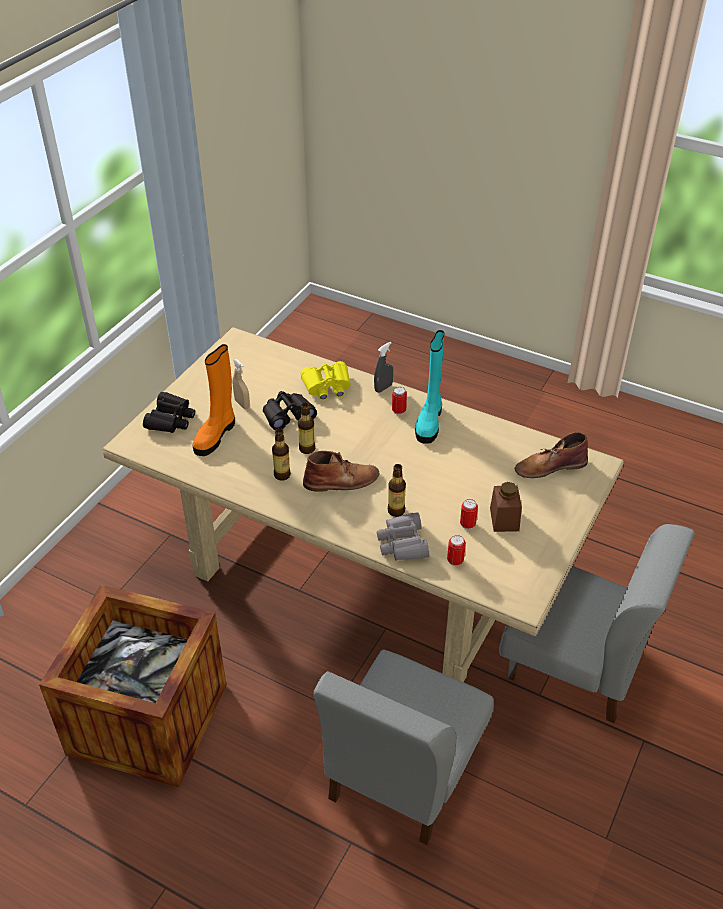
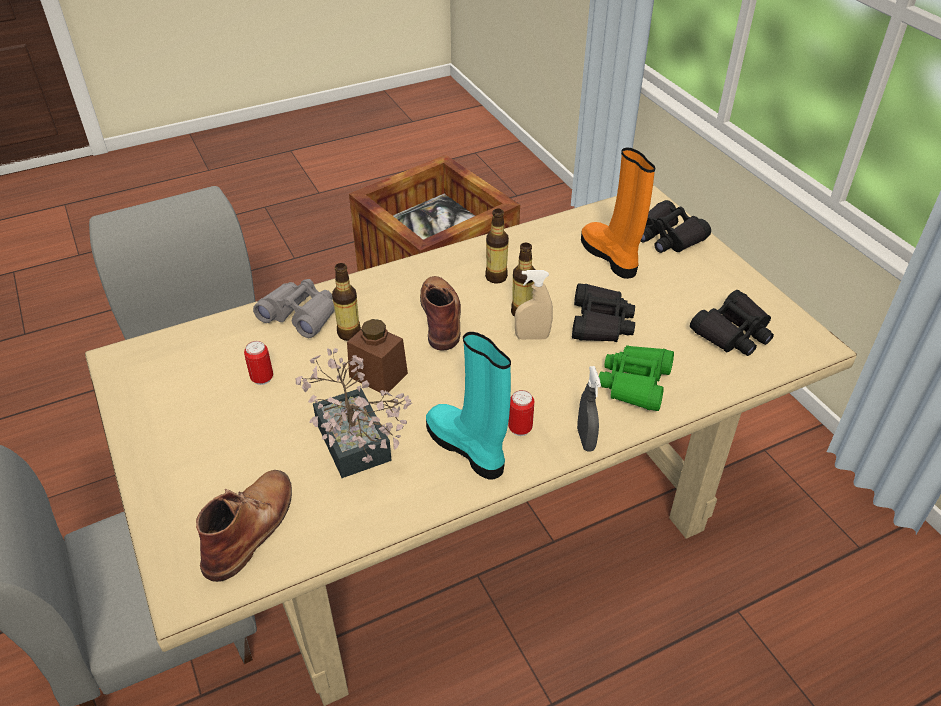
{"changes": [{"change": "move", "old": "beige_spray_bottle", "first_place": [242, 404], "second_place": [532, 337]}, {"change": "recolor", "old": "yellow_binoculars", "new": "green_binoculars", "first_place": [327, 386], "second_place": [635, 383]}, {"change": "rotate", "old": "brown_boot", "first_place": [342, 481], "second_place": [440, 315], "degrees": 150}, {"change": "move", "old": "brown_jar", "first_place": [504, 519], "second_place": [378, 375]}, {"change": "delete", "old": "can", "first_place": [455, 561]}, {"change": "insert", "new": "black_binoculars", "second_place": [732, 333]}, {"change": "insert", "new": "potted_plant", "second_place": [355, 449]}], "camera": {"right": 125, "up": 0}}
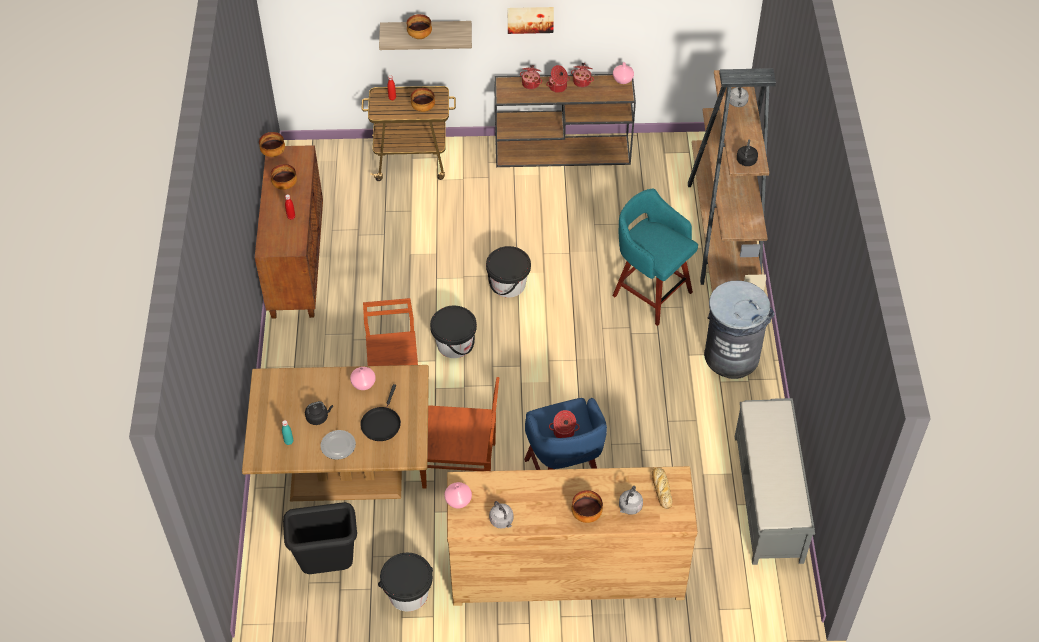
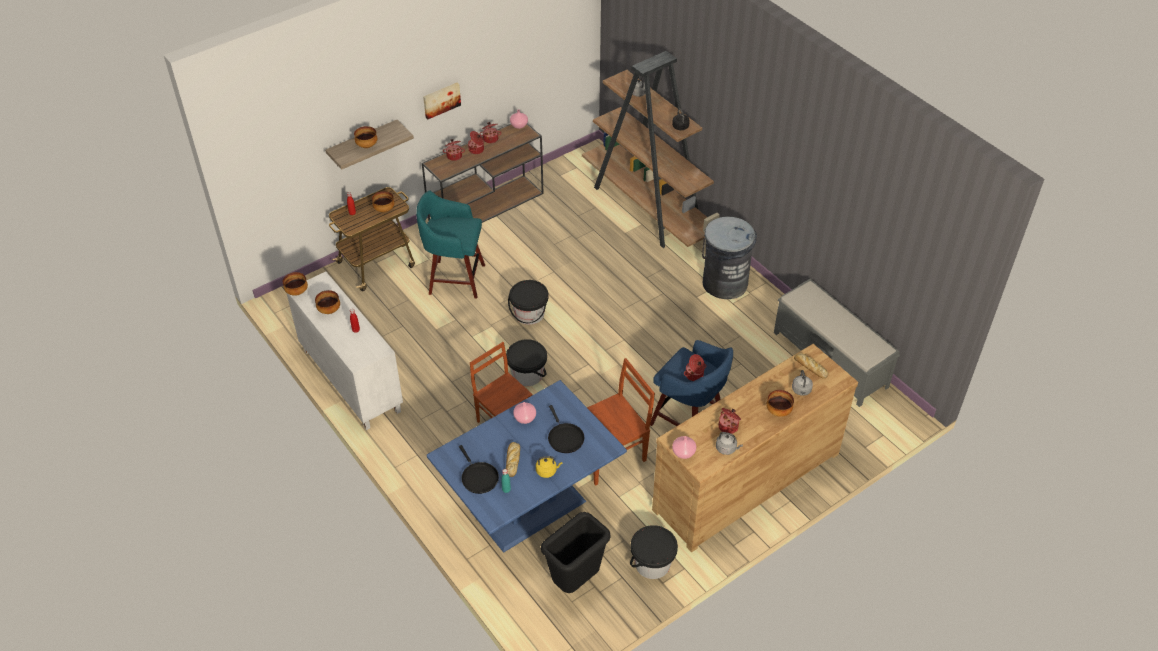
{"changes": [{"change": "recolor", "old": "brown_cabinet", "new": "white_cabinet", "first_place": [296, 263], "second_place": [350, 380]}, {"change": "move", "old": "turquoise_stool", "first_place": [650, 292], "second_place": [454, 279]}, {"change": "recolor", "old": "brown_dining_table", "new": "blue_dining_table", "first_place": [347, 473], "second_place": [529, 507]}, {"change": "replace", "old": "black_kettle", "new": "bread", "first_place": [318, 417], "second_place": [513, 460]}, {"change": "replace", "old": "plate", "new": "yellow_kettle", "first_place": [338, 445], "second_place": [547, 471]}, {"change": "insert", "new": "cooking_pot", "second_place": [728, 426]}, {"change": "insert", "new": "black_frying_pan", "second_place": [478, 477]}], "camera": {"right": -35, "up": -5}}
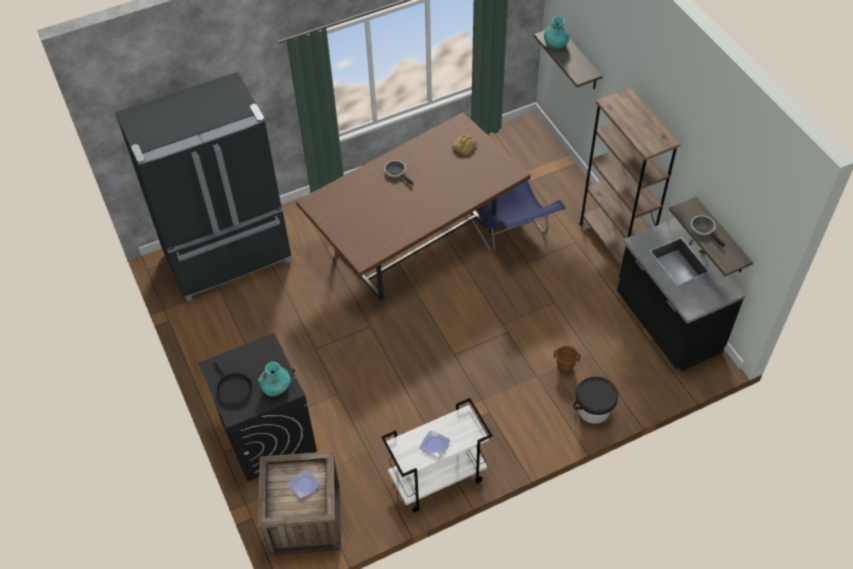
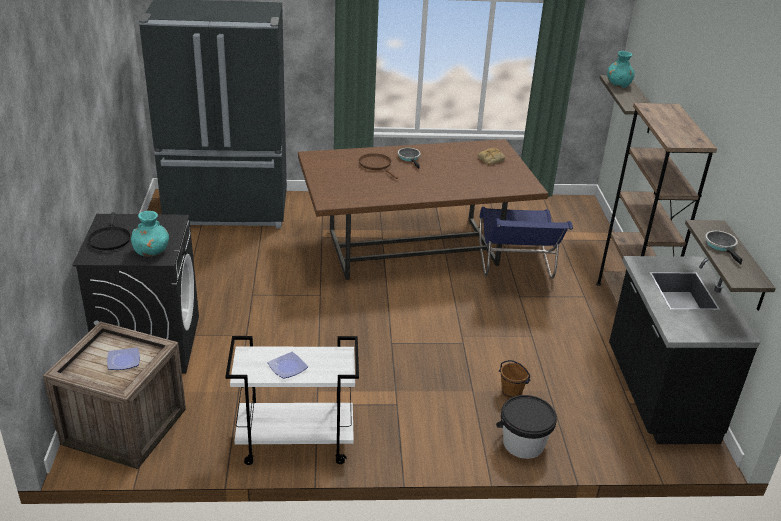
{"changes": [{"change": "insert", "new": "brown_frying_pan", "second_place": [376, 165]}], "camera": {"right": 20, "up": -20}}
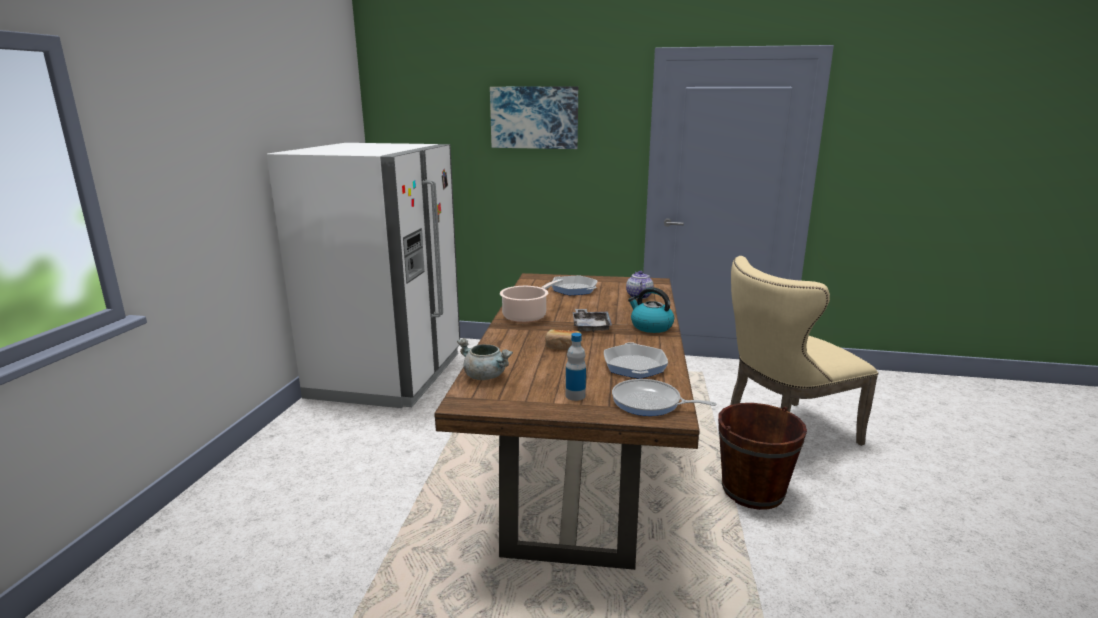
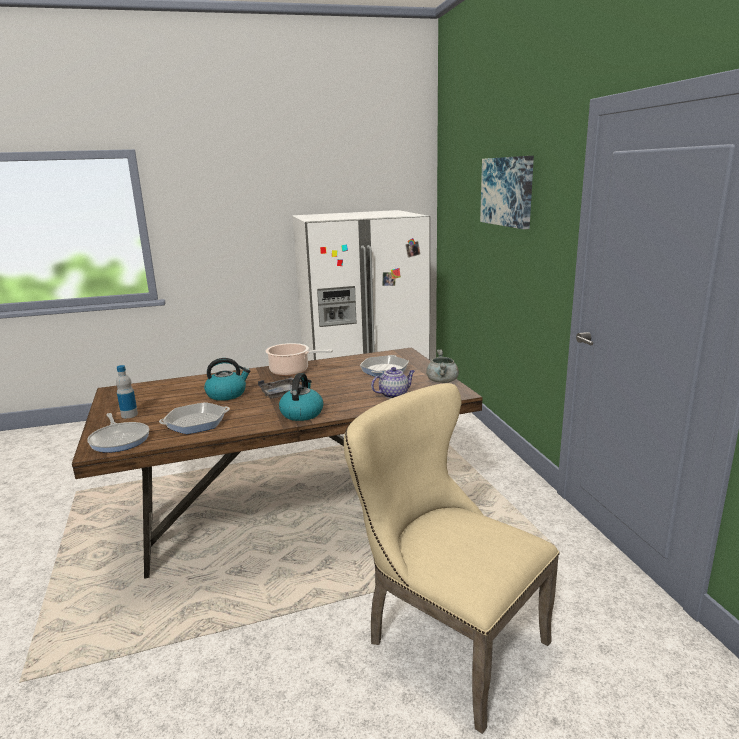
{"changes": [{"change": "replace", "old": "bread", "new": "kettle", "first_place": [563, 347], "second_place": [227, 394]}, {"change": "move", "old": "grey_cooking_pot", "first_place": [486, 376], "second_place": [442, 381]}, {"change": "rotate", "old": "frying_pan", "first_place": [650, 403], "second_place": [120, 439], "degrees": 150}, {"change": "delete", "old": "brown_bucket", "first_place": [753, 491]}], "camera": {"right": 65, "up": 0}}
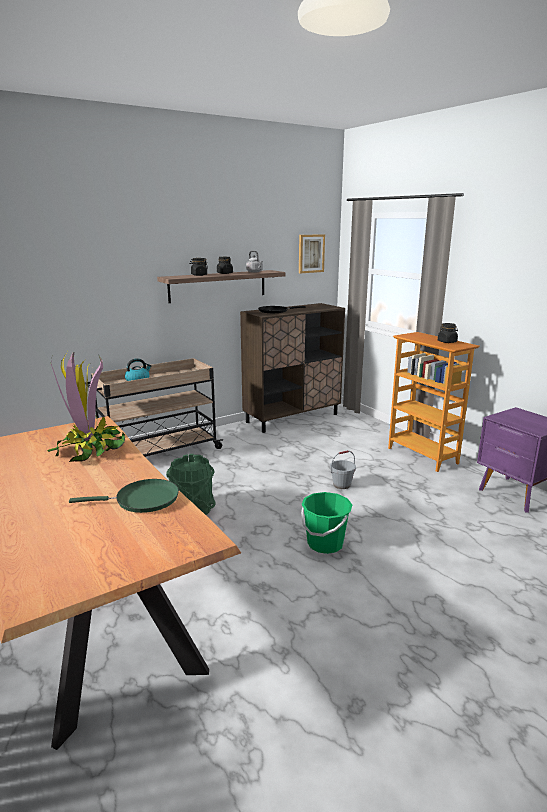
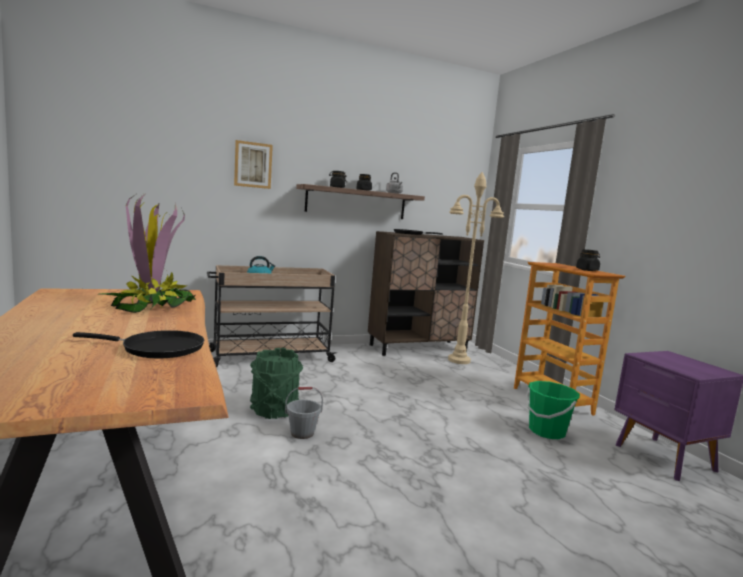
{"changes": [{"change": "move", "old": "picture", "first_place": [311, 253], "second_place": [253, 165]}, {"change": "move", "old": "grey_bucket", "first_place": [342, 485], "second_place": [302, 433]}, {"change": "recolor", "old": "green_frying_pan", "new": "black_frying_pan", "first_place": [142, 500], "second_place": [158, 348]}, {"change": "move", "old": "green_bucket", "first_place": [325, 544], "second_place": [546, 431]}, {"change": "insert", "new": "beige_floor_lamp", "second_place": [458, 360]}], "camera": {"right": 10, "up": -10}}
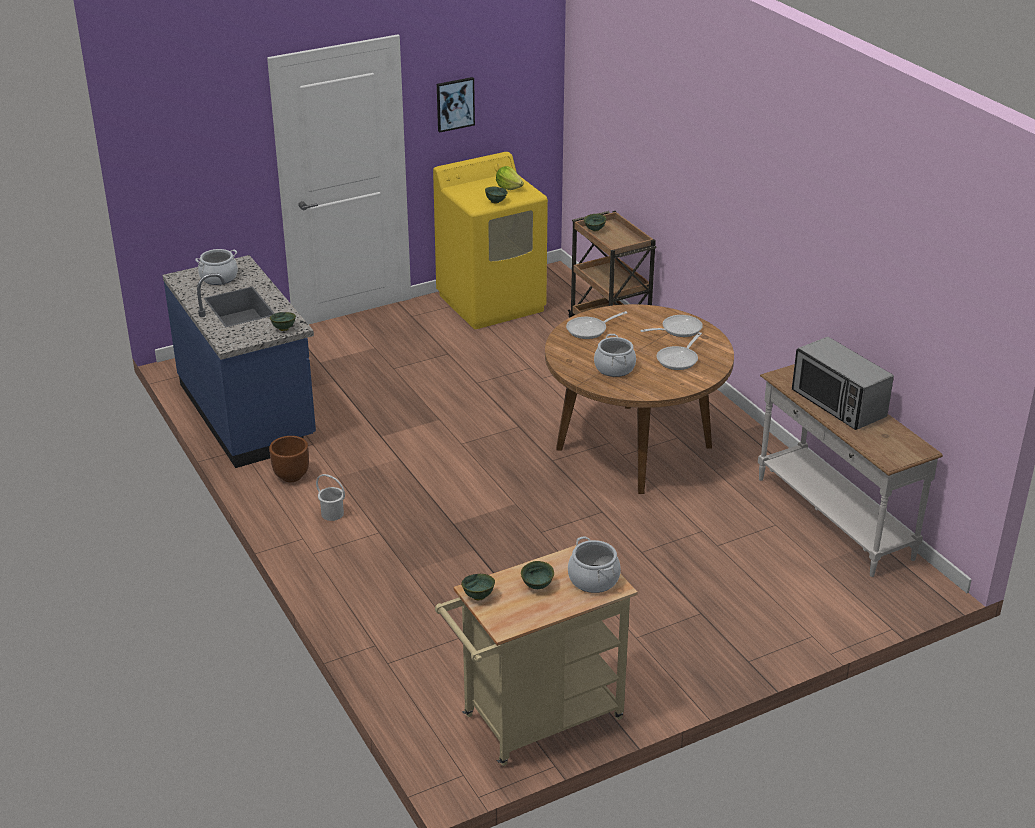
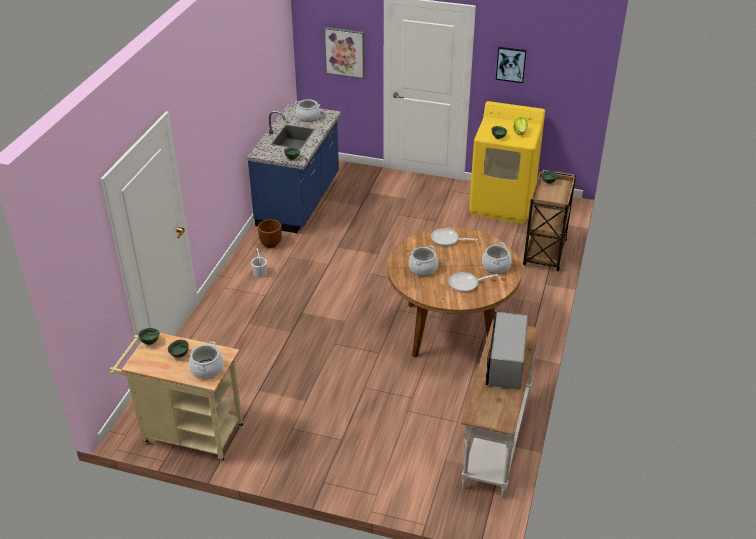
{"changes": [{"change": "replace", "old": "frying_pan", "new": "cooking_pot", "first_place": [678, 329], "second_place": [495, 266]}, {"change": "insert", "new": "picture", "second_place": [345, 52]}], "camera": {"right": 45, "up": 5}}
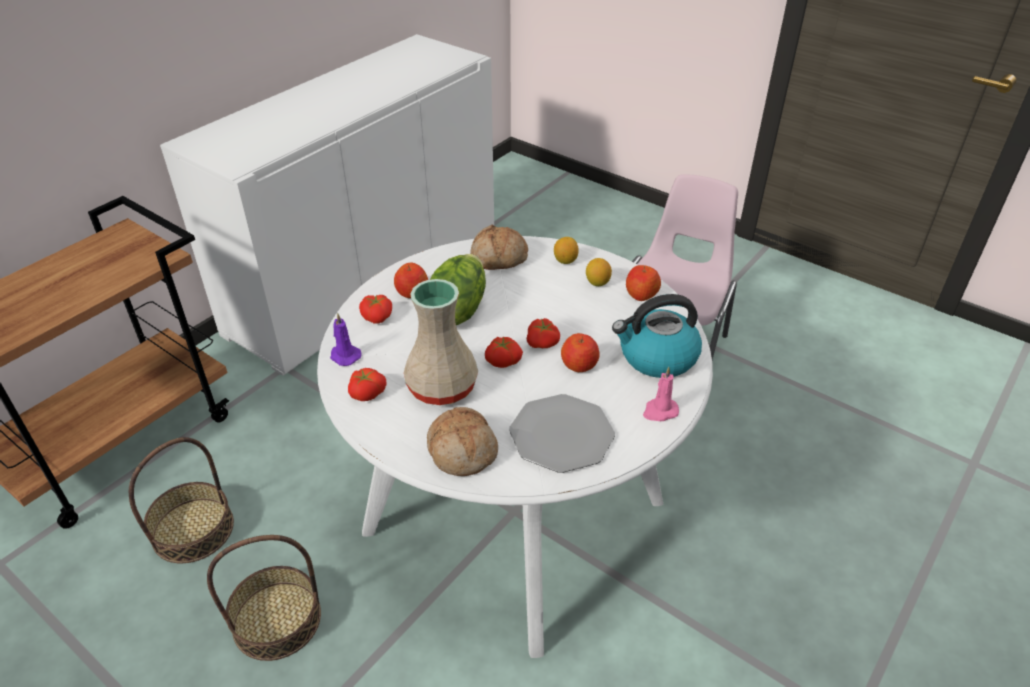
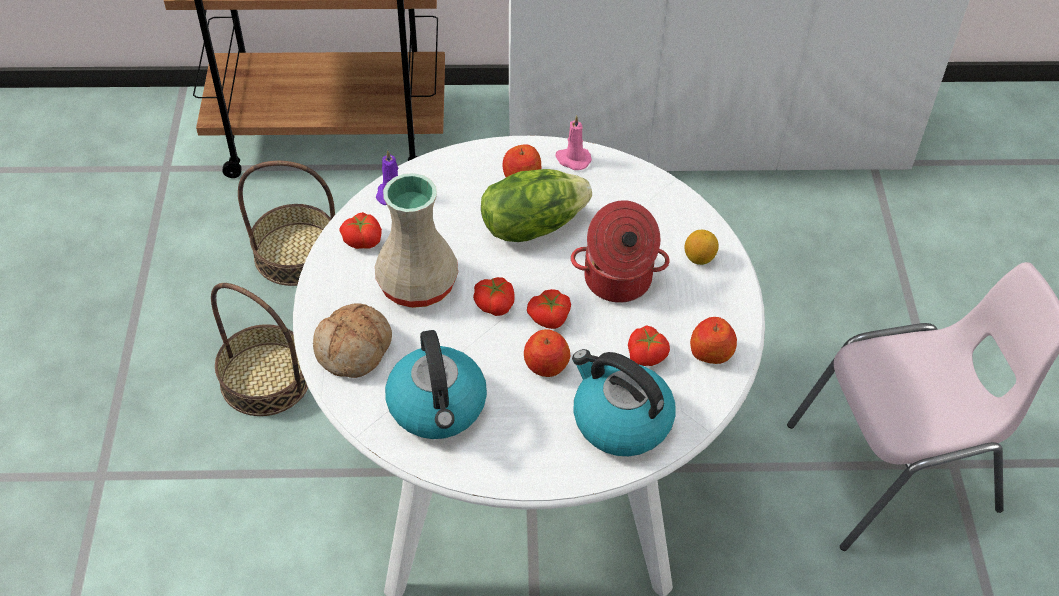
{"changes": [{"change": "delete", "old": "bread", "first_place": [498, 258]}, {"change": "delete", "old": "lemon", "first_place": [597, 283]}, {"change": "move", "old": "tomato", "first_place": [378, 317], "second_place": [647, 355]}, {"change": "move", "old": "pink_candle", "first_place": [660, 411], "second_place": [572, 159]}, {"change": "replace", "old": "plate", "new": "kettle", "first_place": [561, 434], "second_place": [438, 407]}, {"change": "insert", "new": "cooking_pot", "second_place": [617, 280]}], "camera": {"right": 50, "up": 10}}
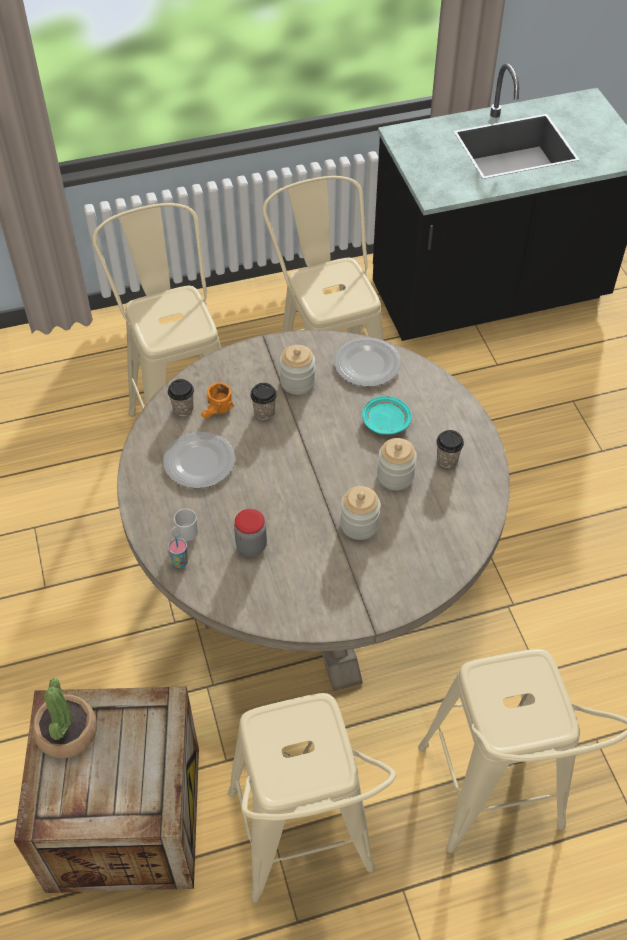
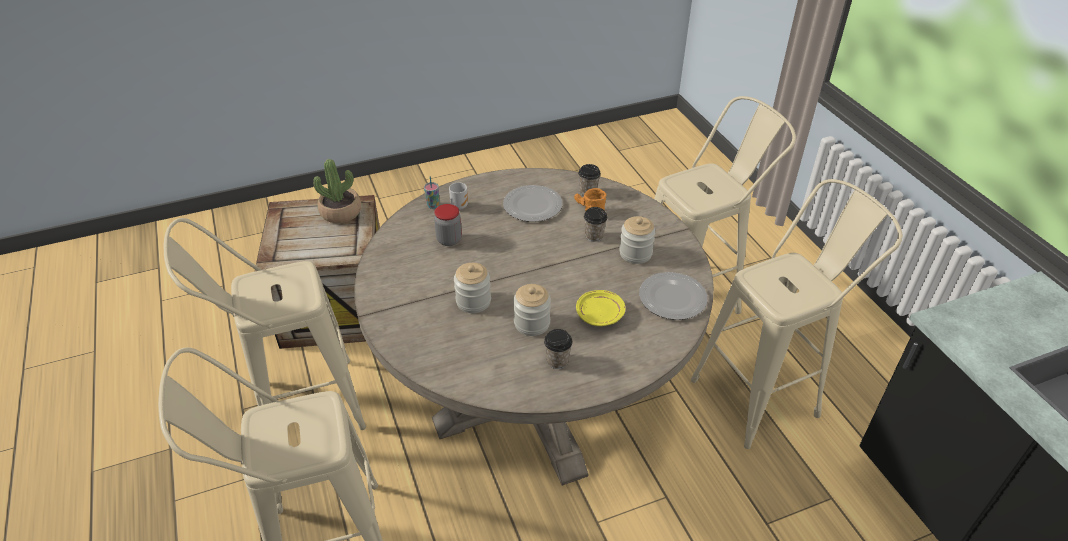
{"changes": [{"change": "recolor", "old": "turquoise_plate", "new": "yellow_plate", "first_place": [385, 421], "second_place": [600, 314]}], "camera": {"right": 85, "up": -10}}
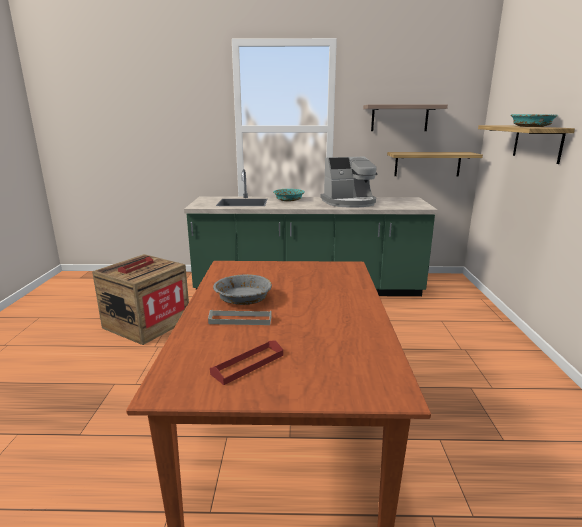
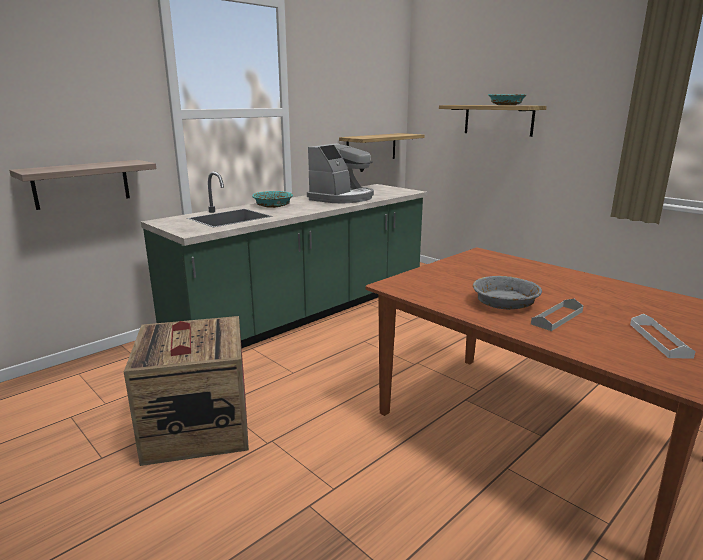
{"changes": [{"change": "move", "old": "shelf", "first_place": [399, 118], "second_place": [81, 184]}, {"change": "recolor", "old": "red_tray", "new": "white_tray", "first_place": [248, 364], "second_place": [659, 340]}], "camera": {"right": -45, "up": 0}}
